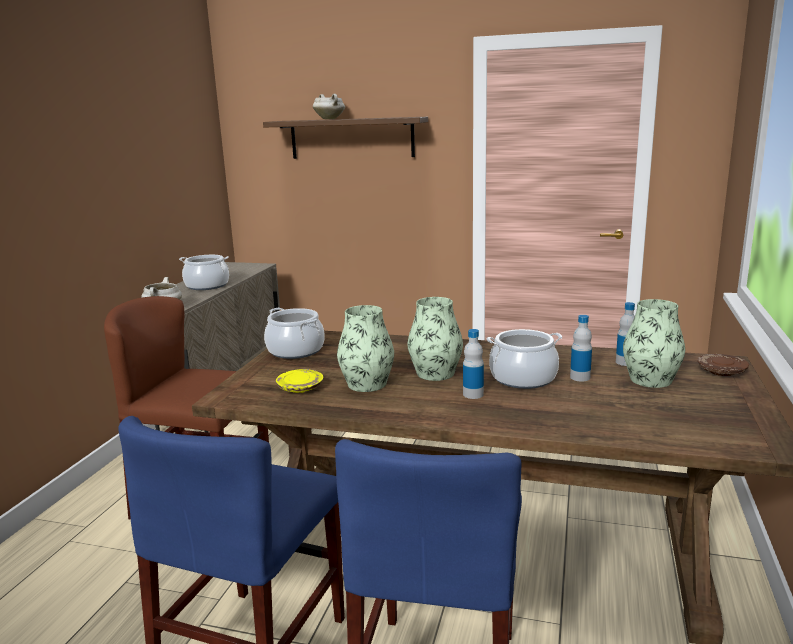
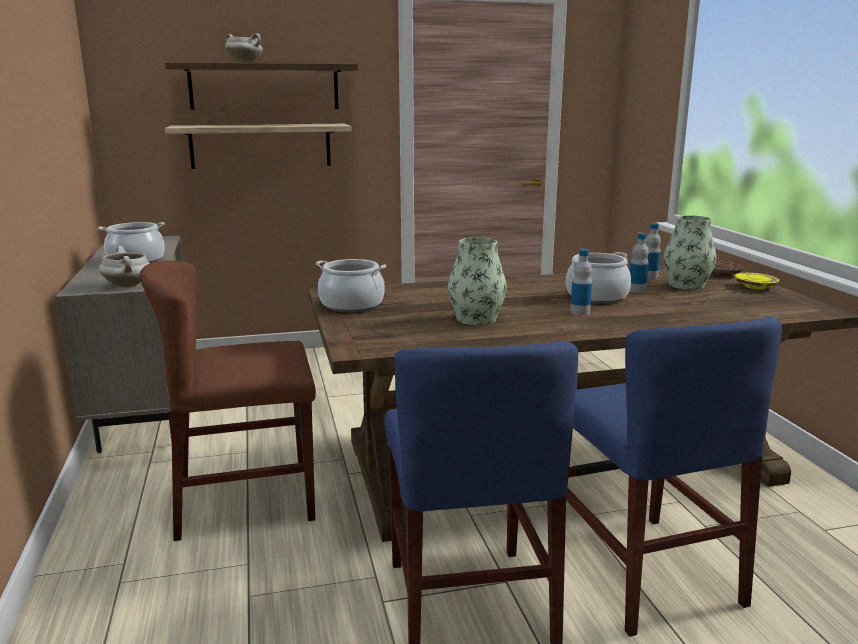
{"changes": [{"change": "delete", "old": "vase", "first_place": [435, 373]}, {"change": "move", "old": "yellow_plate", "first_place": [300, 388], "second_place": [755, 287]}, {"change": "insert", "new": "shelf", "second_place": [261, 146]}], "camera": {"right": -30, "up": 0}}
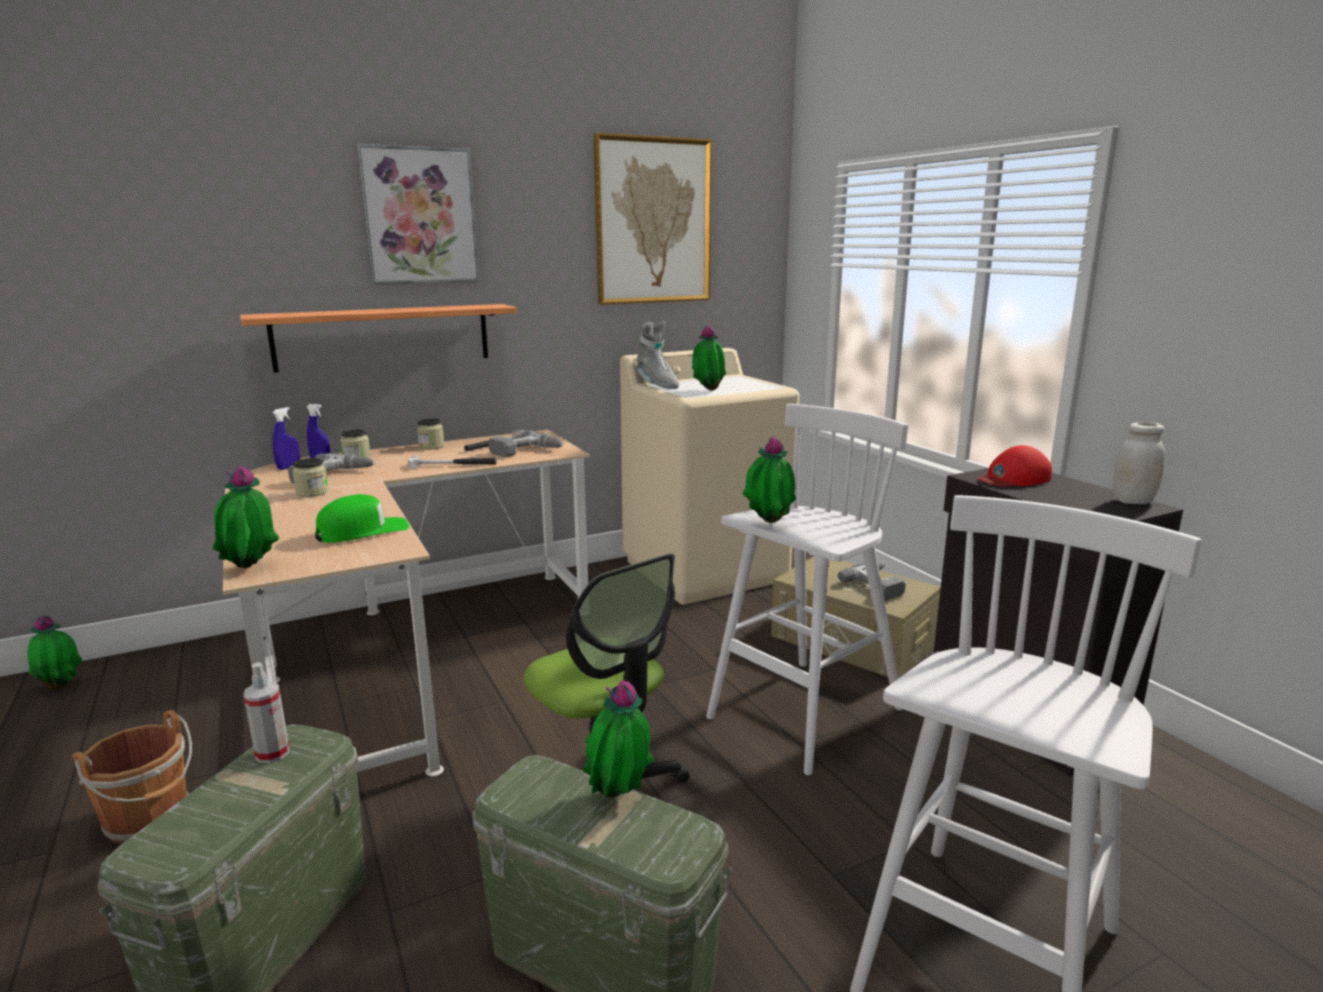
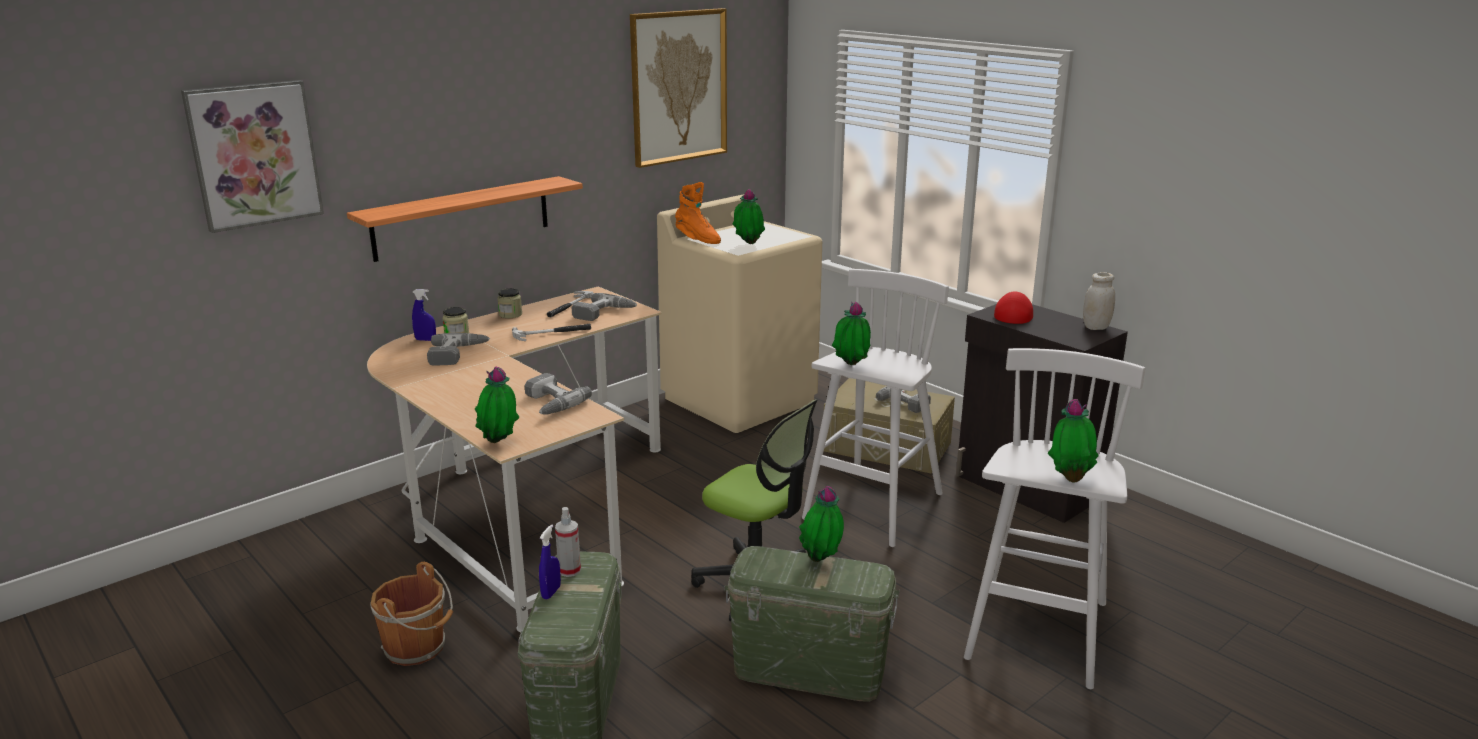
{"changes": [{"change": "move", "old": "picture", "first_place": [419, 216], "second_place": [254, 154]}, {"change": "recolor", "old": "grey_boot", "new": "orange_boot", "first_place": [657, 385], "second_place": [697, 239]}, {"change": "move", "old": "blue_spray_bottle", "first_place": [289, 467], "second_place": [551, 592]}, {"change": "rotate", "old": "red_cap", "first_place": [1013, 479], "second_place": [1014, 314], "degrees": 150}, {"change": "delete", "old": "jar", "first_place": [312, 492]}, {"change": "replace", "old": "green_cap", "new": "power_drill", "first_place": [362, 531], "second_place": [549, 403]}, {"change": "move", "old": "potted_plant", "first_place": [61, 686], "second_place": [1070, 478]}], "camera": {"right": -15, "up": 5}}
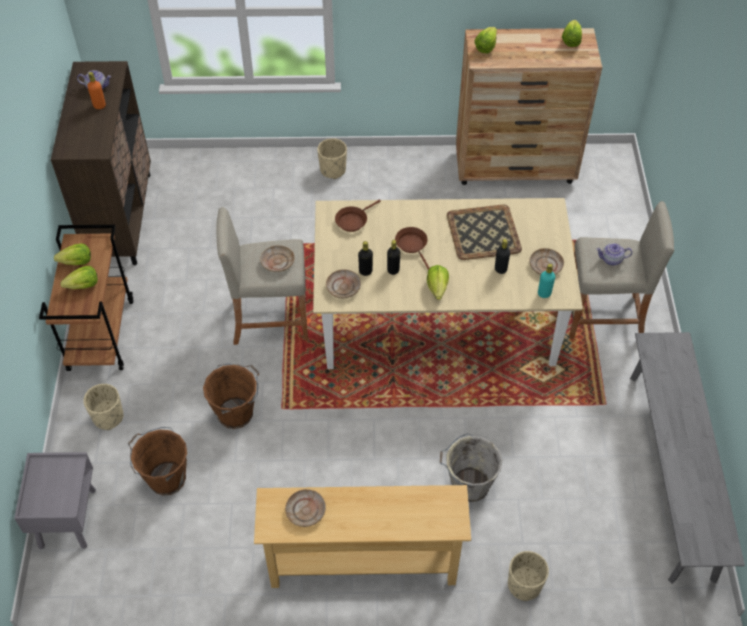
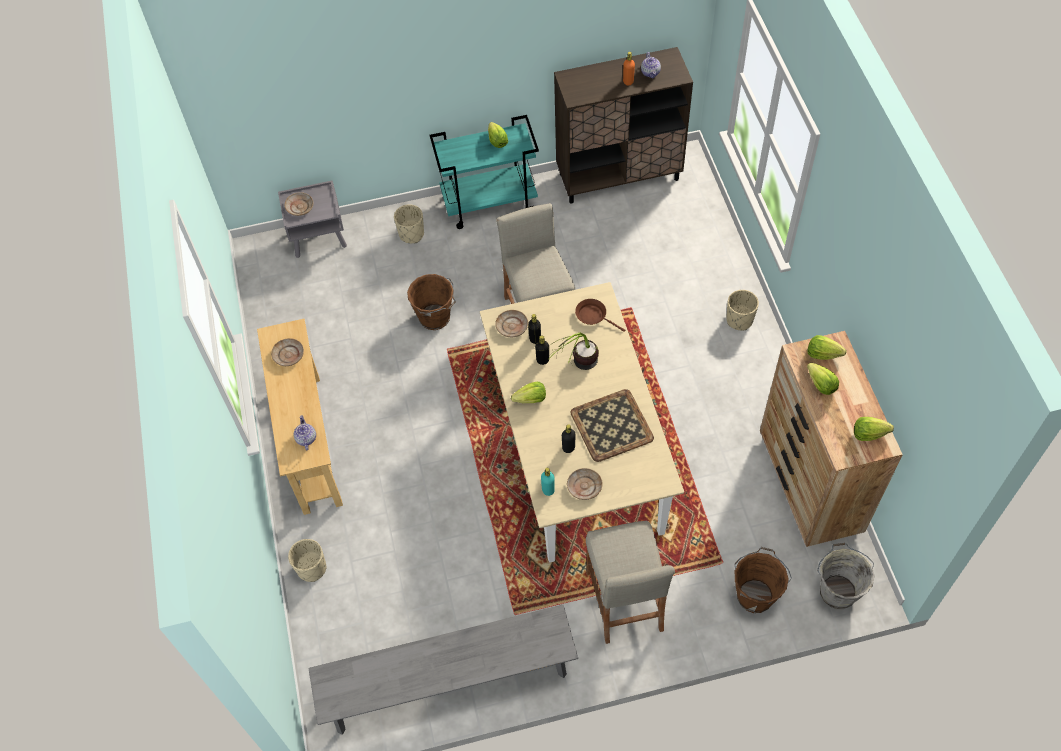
{"changes": [{"change": "recolor", "old": "brown_cart", "new": "turquoise_cart", "first_place": [100, 334], "second_place": [490, 203]}, {"change": "replace", "old": "brown_frying_pan", "new": "potted_plant", "first_place": [412, 246], "second_place": [576, 370]}, {"change": "move", "old": "teapot", "first_place": [611, 260], "second_place": [306, 438]}, {"change": "move", "old": "beige_plate", "first_place": [277, 262], "second_place": [300, 207]}, {"change": "move", "old": "lettuce", "first_place": [83, 286], "second_place": [820, 385]}, {"change": "move", "old": "brown_bucket", "first_place": [165, 478], "second_place": [755, 594]}, {"change": "move", "old": "grey_bucket", "first_place": [468, 485], "second_place": [837, 590]}], "camera": {"right": 80, "up": 5}}
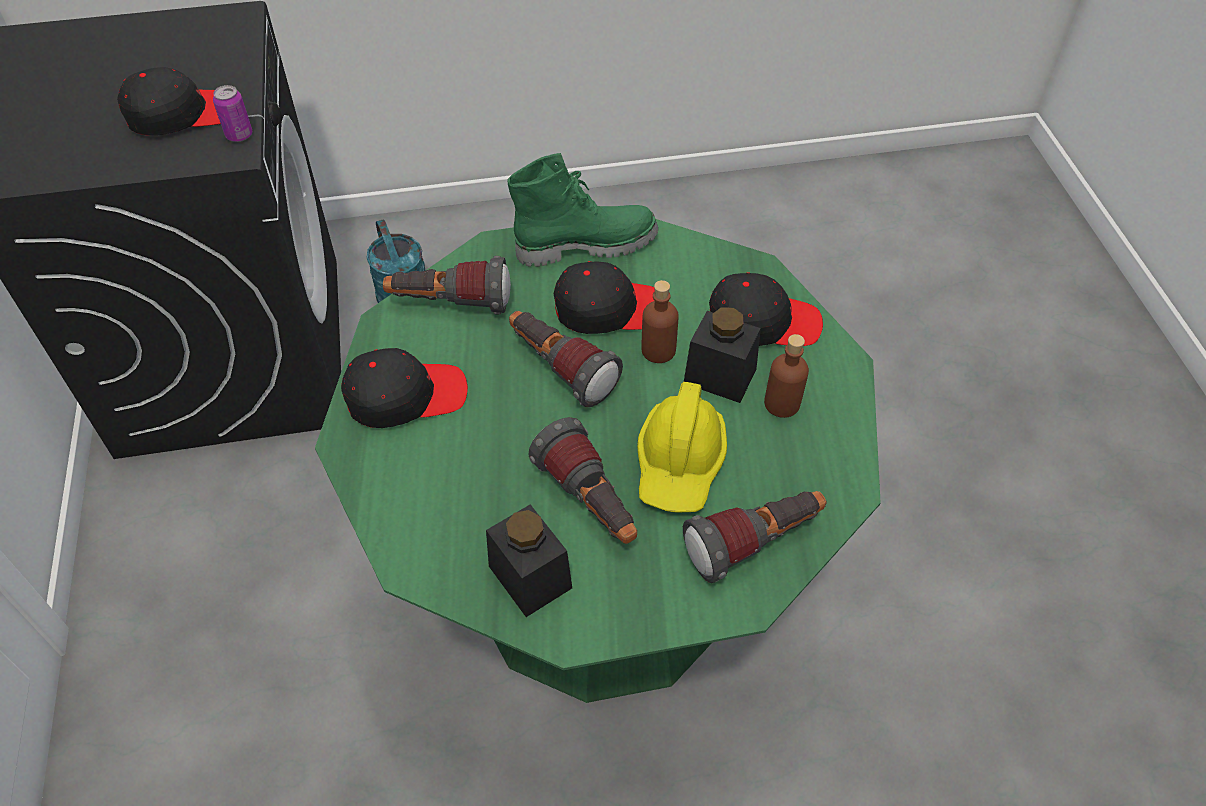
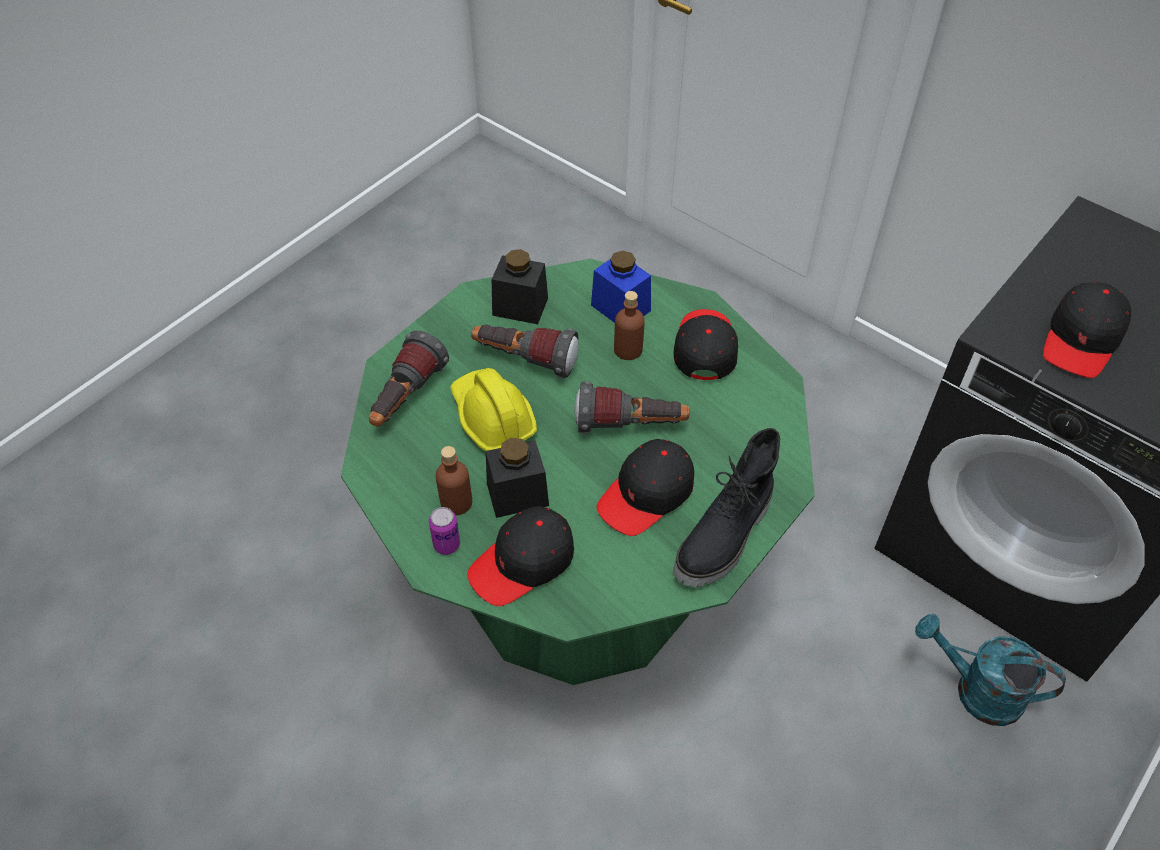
{"changes": [{"change": "move", "old": "can", "first_place": [239, 135], "second_place": [446, 544]}, {"change": "recolor", "old": "green_boot", "new": "black_boot", "first_place": [586, 244], "second_place": [725, 539]}, {"change": "delete", "old": "flashlight", "first_place": [450, 304]}, {"change": "move", "old": "brown_bottle", "first_place": [658, 350], "second_place": [628, 349]}, {"change": "rotate", "old": "black_cap", "first_place": [405, 395], "second_place": [704, 348], "degrees": 150}, {"change": "insert", "new": "blue_jar", "second_place": [620, 308]}], "camera": {"right": 140, "up": 0}}
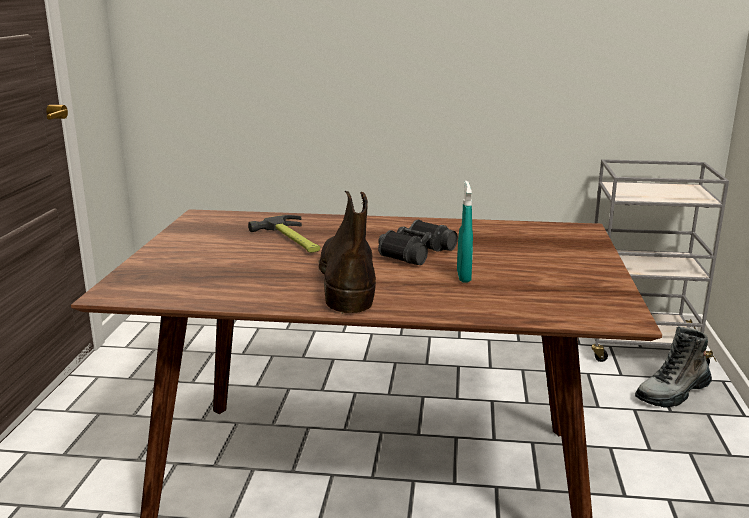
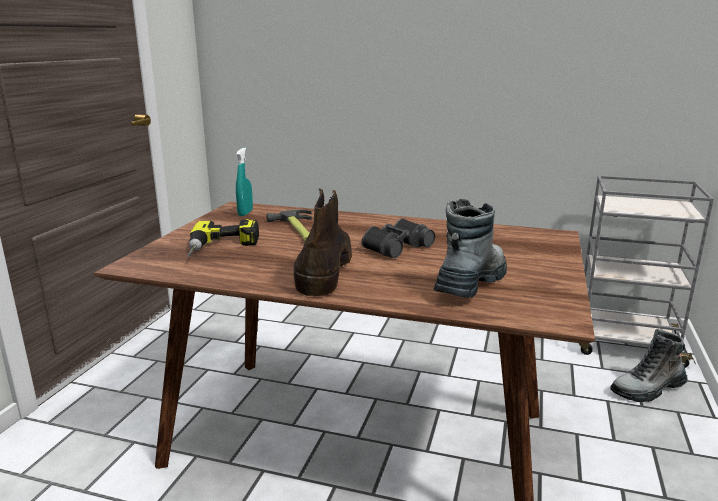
{"changes": [{"change": "move", "old": "turquoise_spray_bottle", "first_place": [463, 277], "second_place": [245, 213]}, {"change": "insert", "new": "boot", "second_place": [470, 283]}, {"change": "insert", "new": "power_drill", "second_place": [222, 248]}], "camera": {"right": 10, "up": 0}}
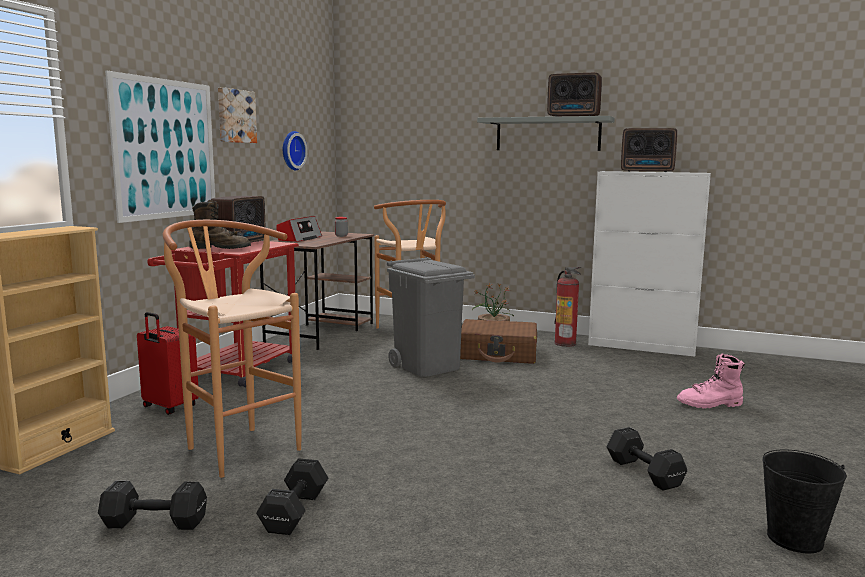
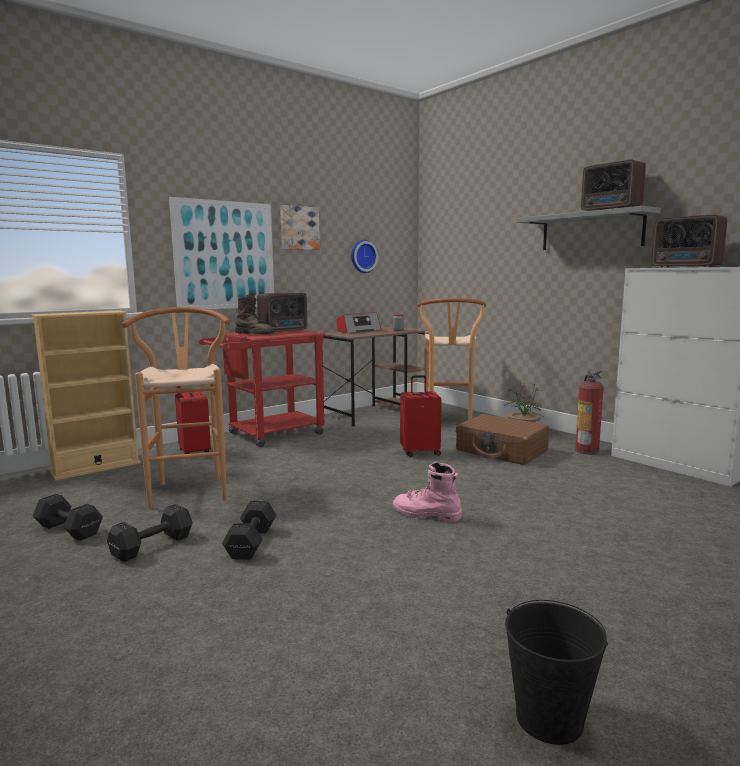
{"changes": [{"change": "replace", "old": "grey_trash_can", "new": "red_suitcase", "first_place": [428, 366], "second_place": [420, 452]}, {"change": "move", "old": "pink_boot", "first_place": [710, 404], "second_place": [426, 514]}, {"change": "move", "old": "black_dumbbell", "first_place": [643, 472], "second_place": [252, 542]}], "camera": {"right": 30, "up": 0}}
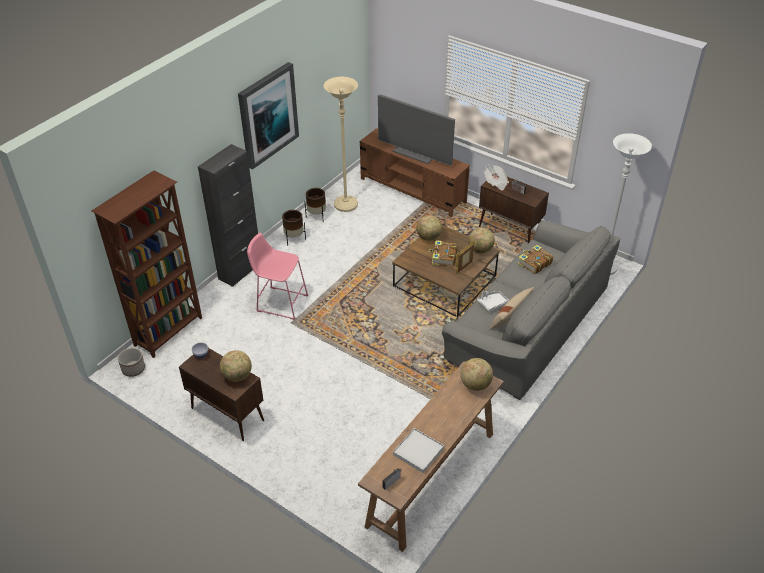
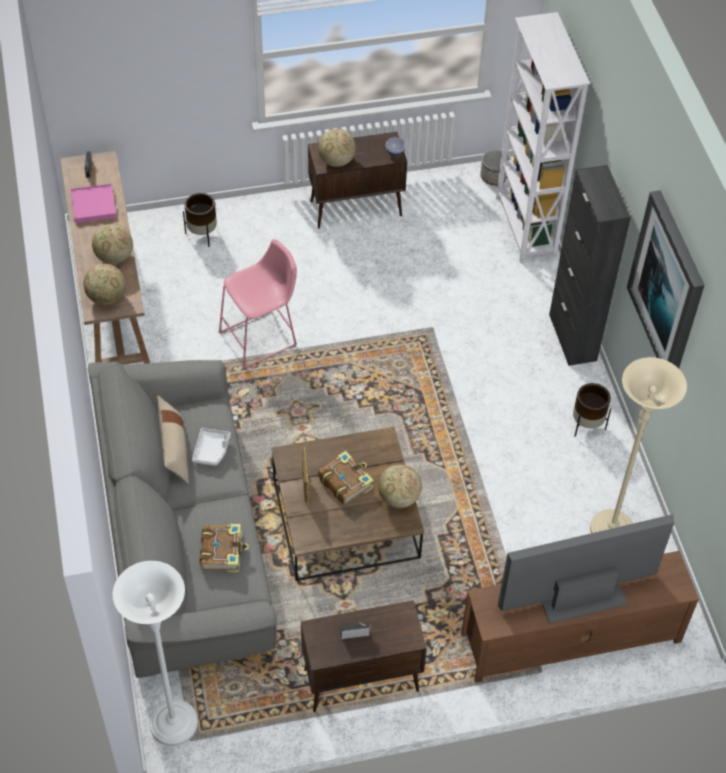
{"changes": [{"change": "delete", "old": "newspaper", "first_place": [496, 183]}, {"change": "recolor", "old": "brown_bookcase", "new": "white_bookcase", "first_place": [169, 331], "second_place": [525, 227]}, {"change": "move", "old": "brown_planter", "first_place": [316, 216], "second_place": [203, 235]}, {"change": "move", "old": "globe", "first_place": [480, 250], "second_place": [114, 257]}, {"change": "move", "old": "pink_stool", "first_place": [280, 302], "second_place": [261, 338]}, {"change": "recolor", "old": "white_tray", "new": "pink_tray", "first_place": [418, 452], "second_place": [93, 205]}], "camera": {"right": 130, "up": 10}}
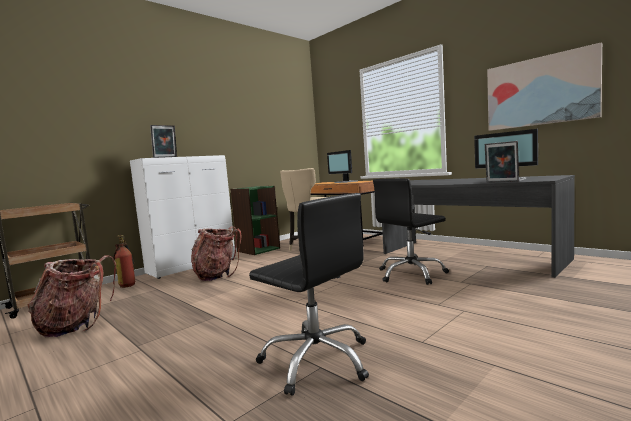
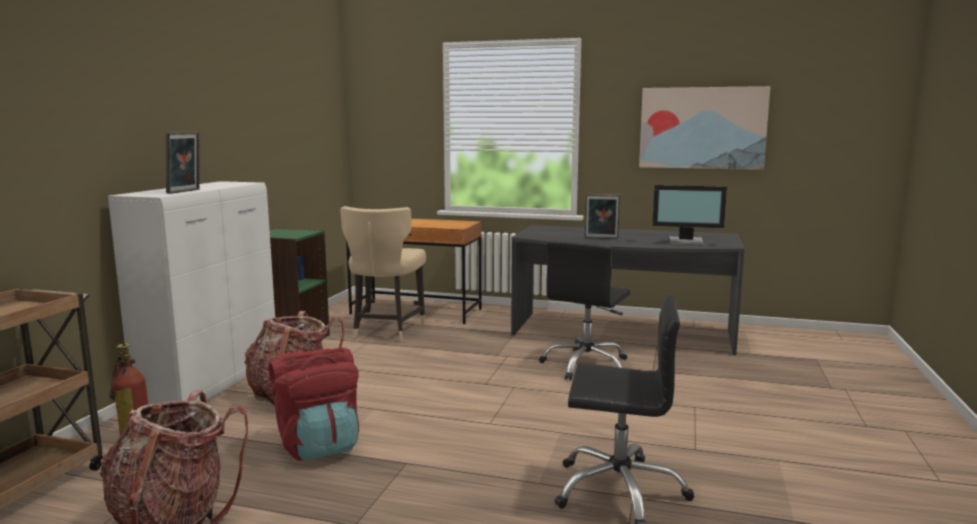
{"changes": [{"change": "move", "old": "picture_frame", "first_place": [501, 182], "second_place": [601, 238]}, {"change": "delete", "old": "monitor", "first_place": [345, 182]}, {"change": "insert", "new": "red_backpack", "second_place": [318, 445]}], "camera": {"right": -30, "up": 5}}
